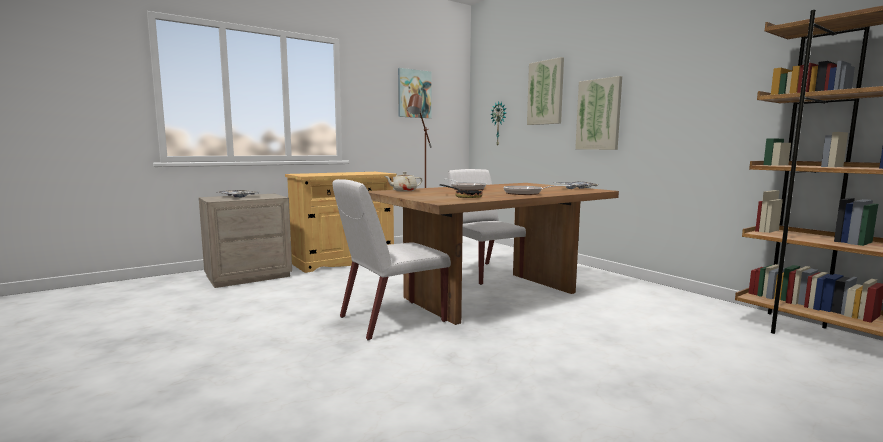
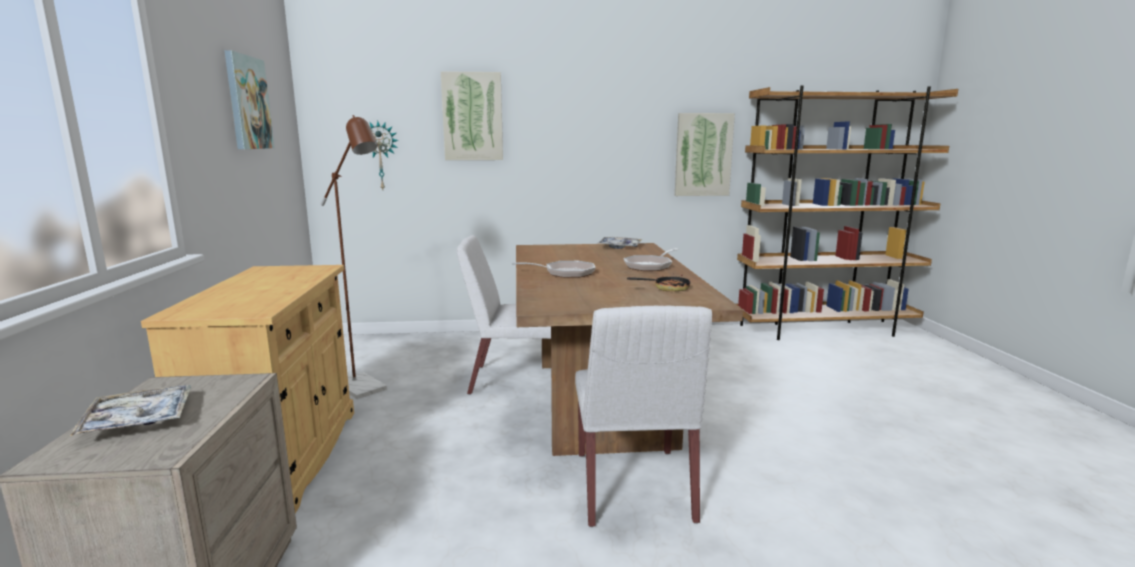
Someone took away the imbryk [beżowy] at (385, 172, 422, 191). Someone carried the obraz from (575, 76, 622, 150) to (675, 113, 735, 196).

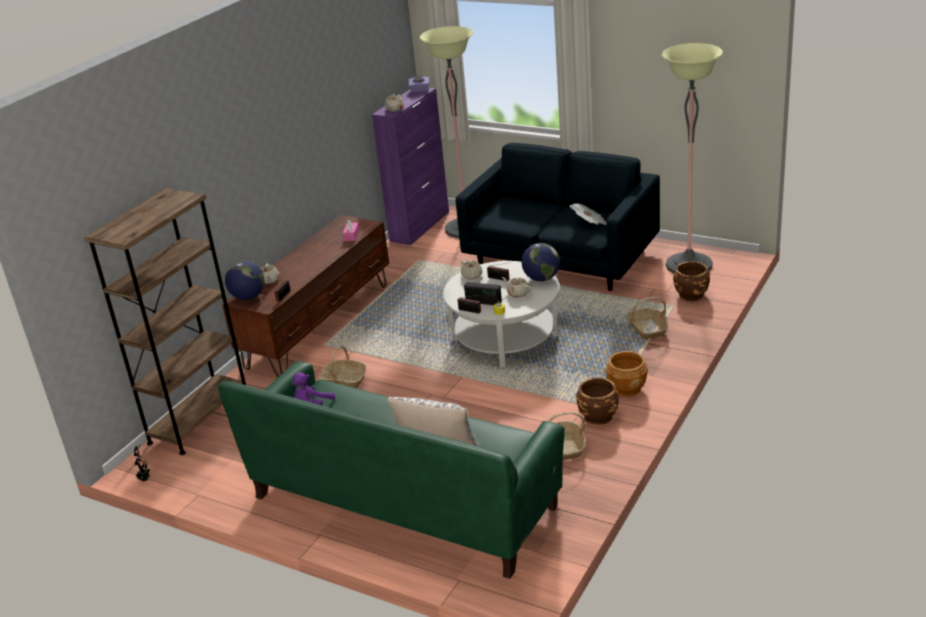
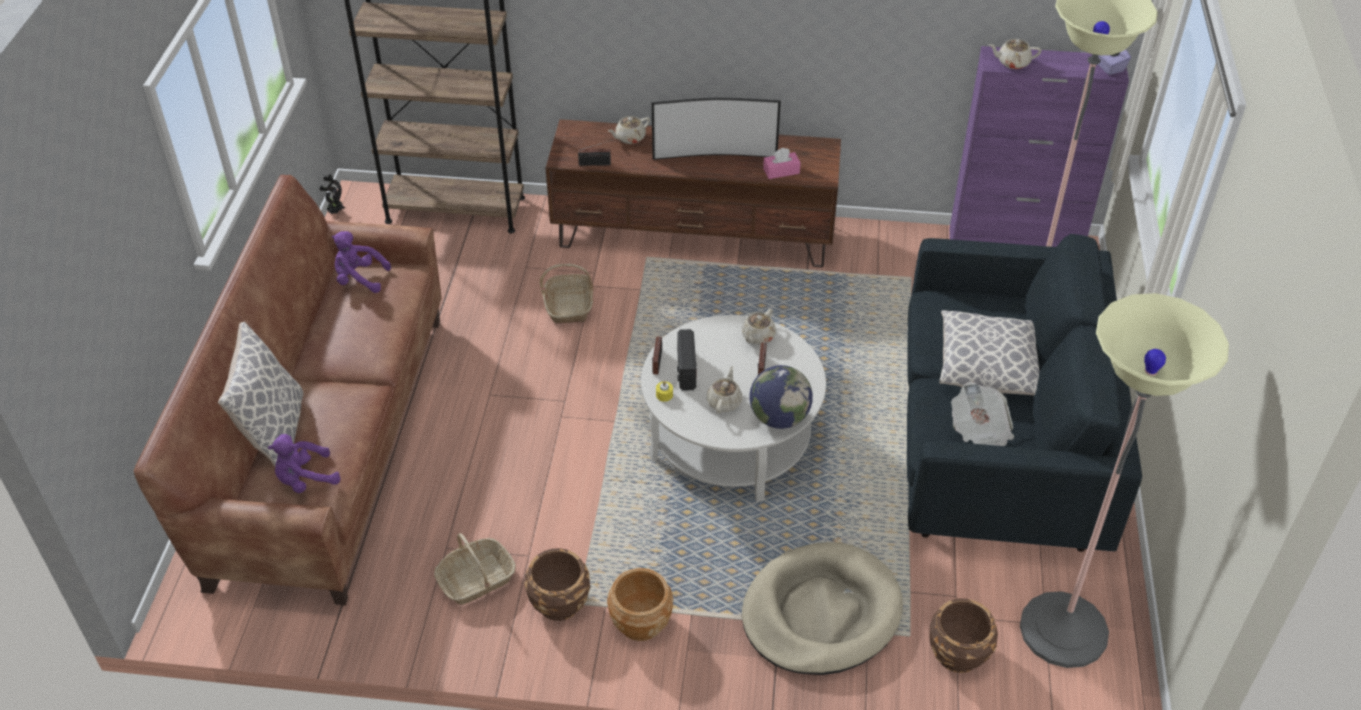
Someone took away the globus at (225, 261, 264, 300). Someone put down the pluszak [fioletowy] at (268, 434, 341, 493). Someone put down the telewizor at (652, 98, 781, 160). Someone put down the poduszka at (939, 310, 1040, 395). Someone swapped the koszyk at (627, 297, 668, 339) for the legowisko [beżowy] at (742, 542, 903, 675). Someone repainted the kanapa [zielony] at (218, 361, 565, 579), which became the kanapa [brązowy] at (134, 175, 442, 605).

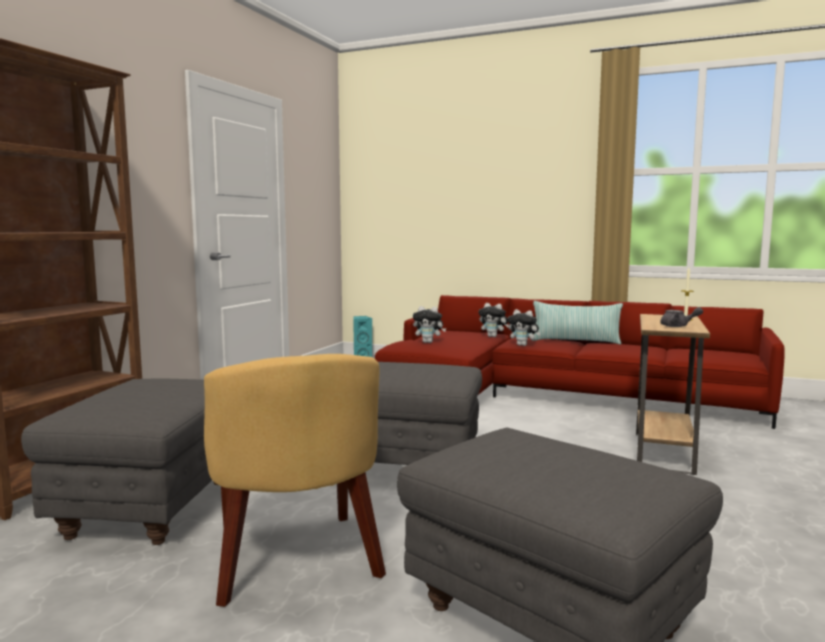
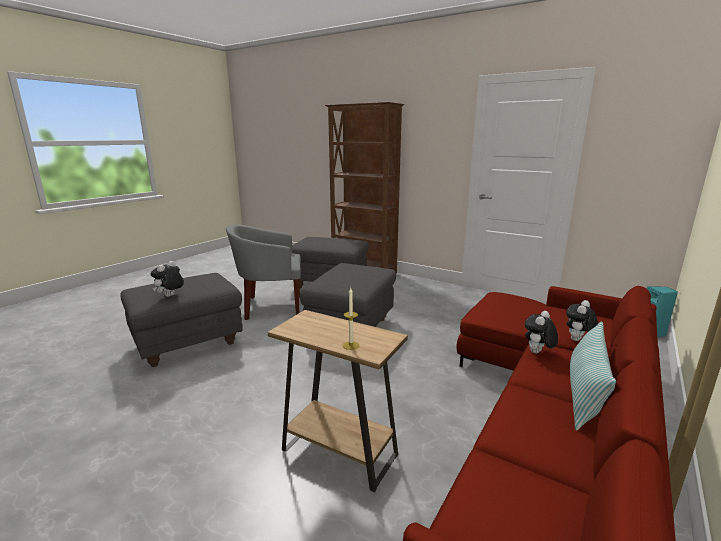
Someone took away the imbryk [szary] at (660, 307, 703, 327). Someone carried the pluszak from (413, 306, 446, 343) to (151, 261, 184, 297). Someone repainted the fotel [żółty] at (204, 354, 386, 607), which became the fotel [szary] at (226, 224, 301, 320).

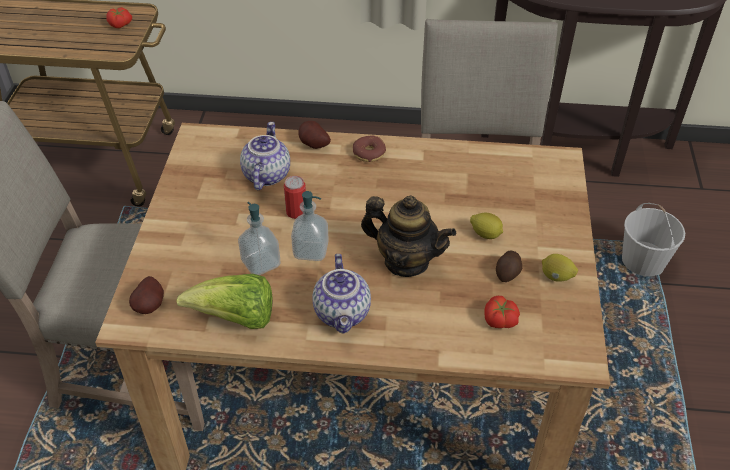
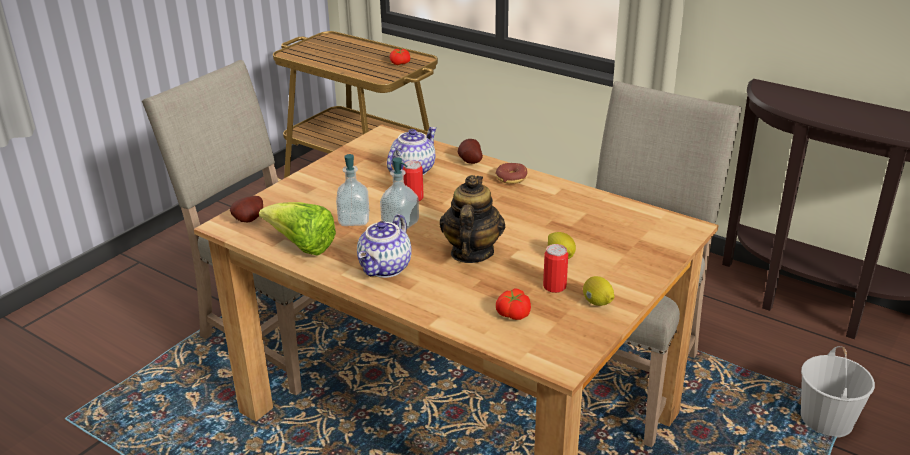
Someone swapped the ziemniak at (496, 250, 522, 282) for the puszka at (543, 244, 568, 293). Someone rotated the imbryk at (361, 195, 457, 277) by 135 degrees counterclockwise.

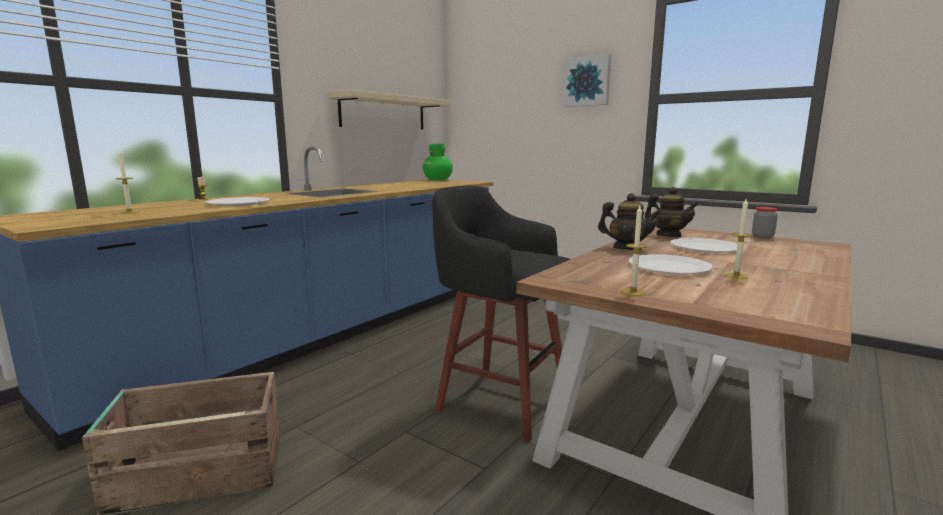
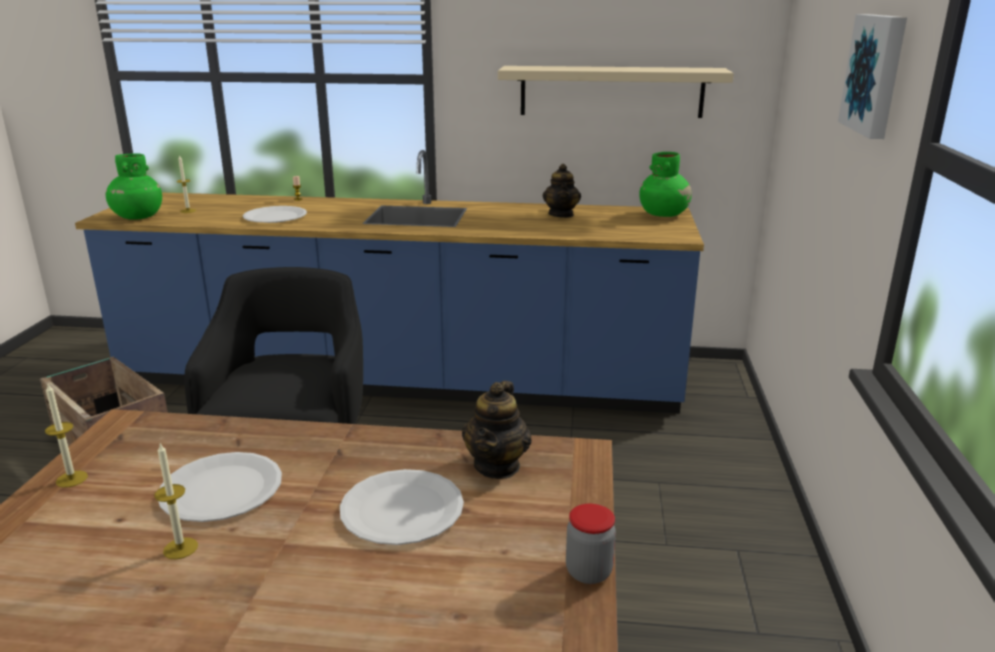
Someone put down the wazon [zielony] at (106, 153, 162, 219). Someone carried the imbryk from (598, 193, 662, 250) to (542, 164, 581, 218).

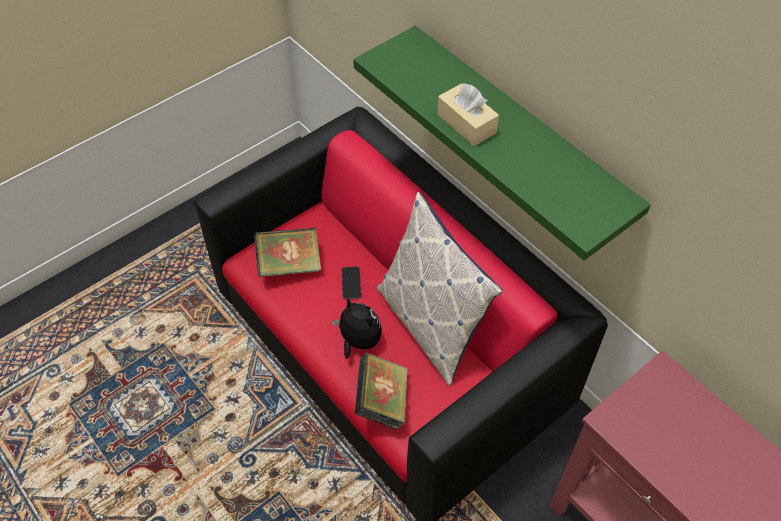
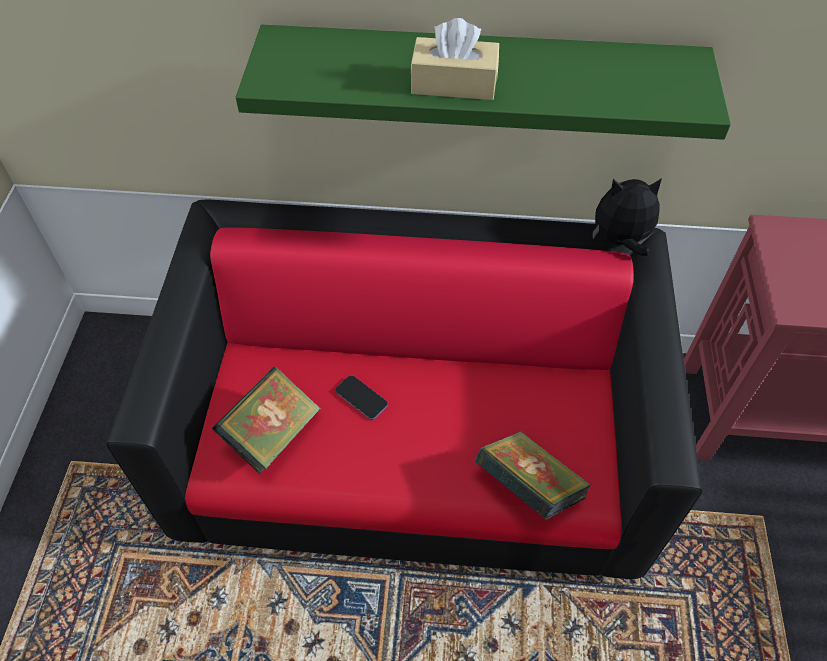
Someone took away the poduszka at (377, 192, 503, 386). Someone carried the pluszak from (332, 297, 382, 359) to (593, 178, 662, 256).

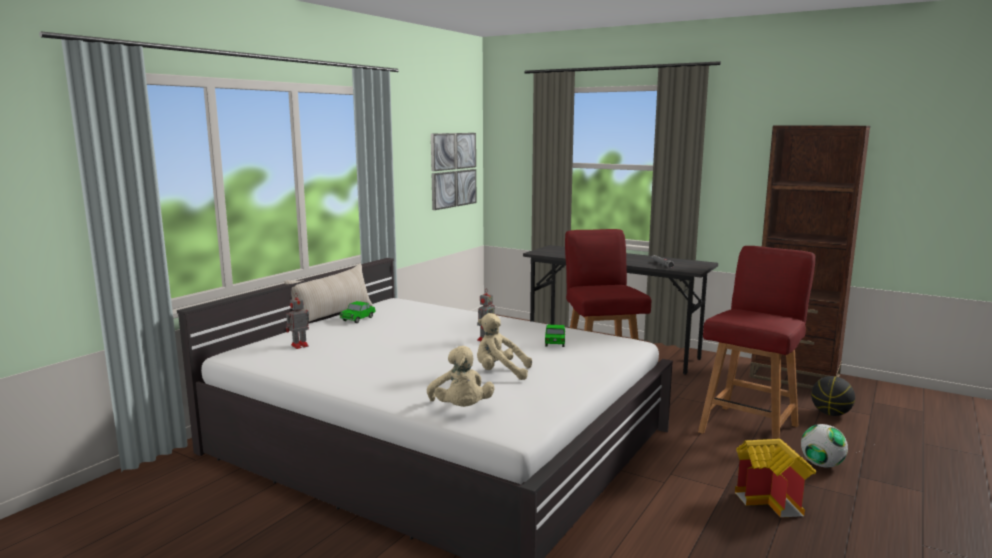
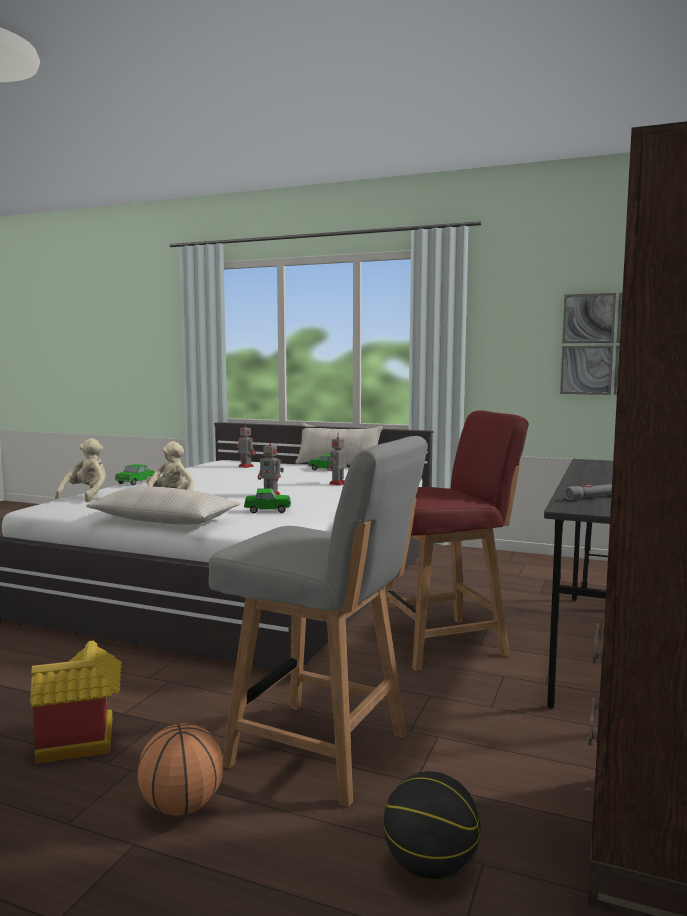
Someone put down the poduszka [beżowy] at (86, 486, 240, 524). Someone put down the samochodzik at (115, 464, 154, 485). Someone put down the robot zabawkowy at (327, 433, 347, 486). Someone swapped the piłka futbolowa at (801, 424, 848, 468) for the piłka do koszykówki at (137, 723, 223, 816). Someone repainted the krzesło [czerwony] at (698, 246, 815, 439), which became the krzesło [szary] at (209, 436, 428, 807). Someone rotated the pluszak [beżowy] at (427, 346, 495, 407) by 135 degrees clockwise.

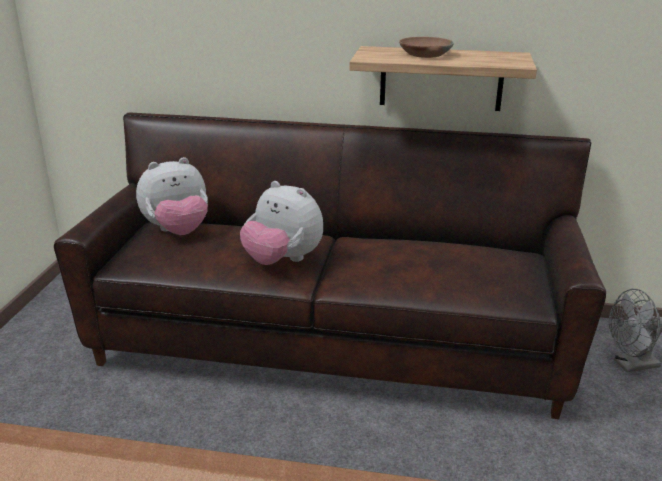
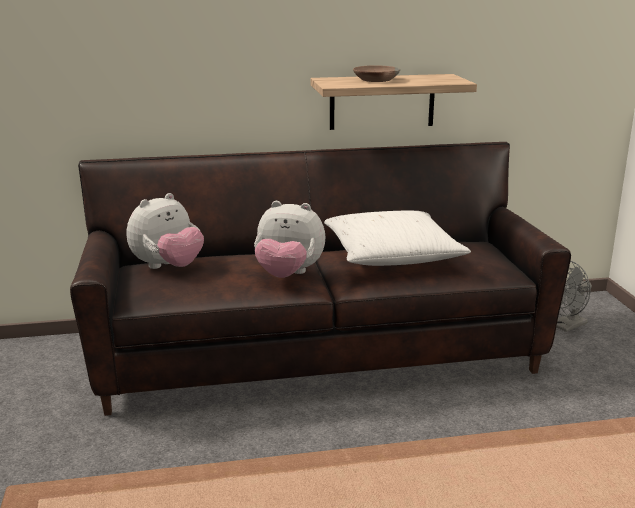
Someone put down the poduszka [biały] at (324, 211, 471, 266).

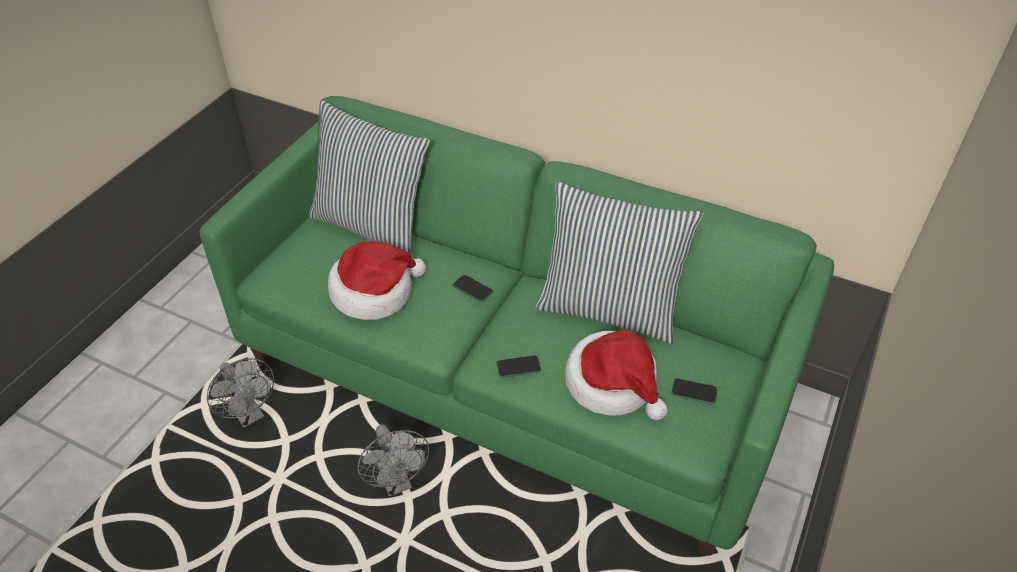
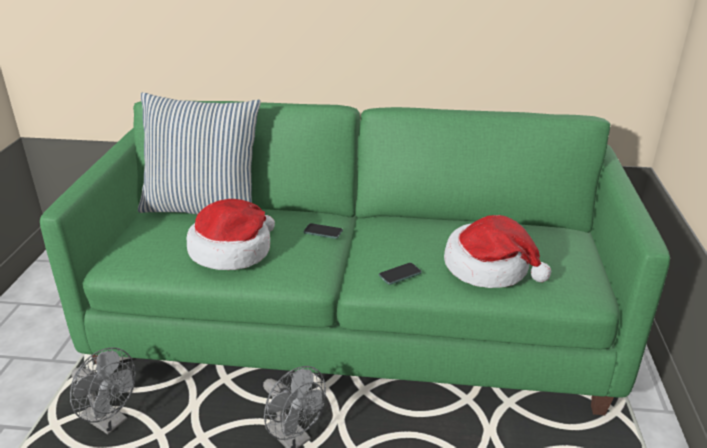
Someone took away the poduszka at (535, 182, 704, 344). Someone took away the telefon at (672, 378, 718, 404).

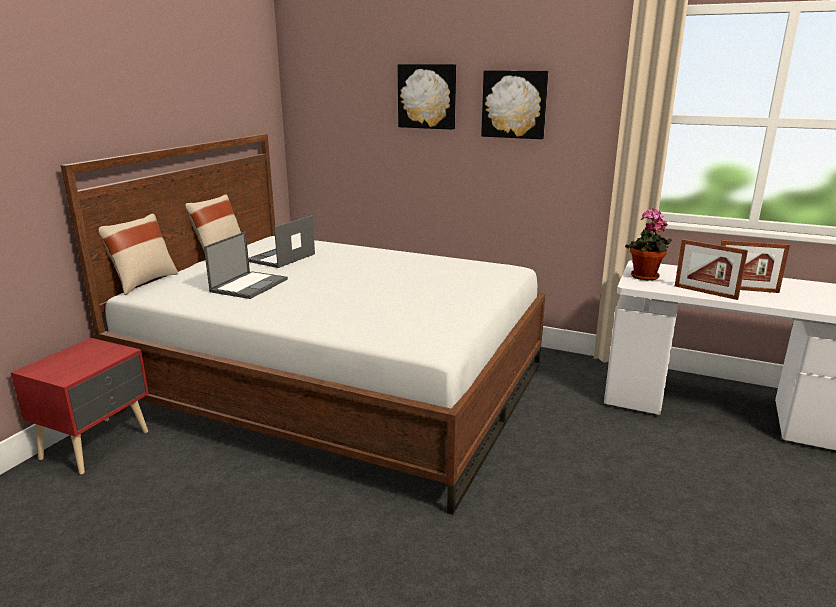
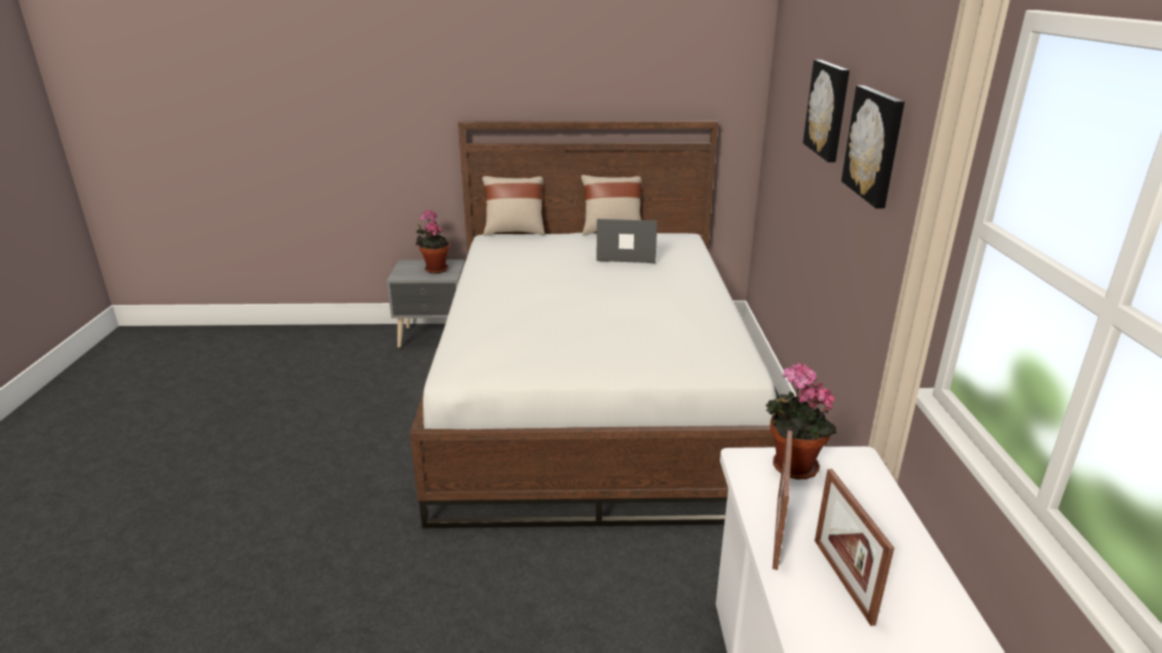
Someone took away the laptop at (204, 231, 288, 299). Someone put down the roślina doniczkowa at (416, 210, 449, 274). Someone repainted the szafka nocna [czerwony] at (11, 338, 149, 475), which became the szafka nocna [szary] at (387, 259, 465, 348).

